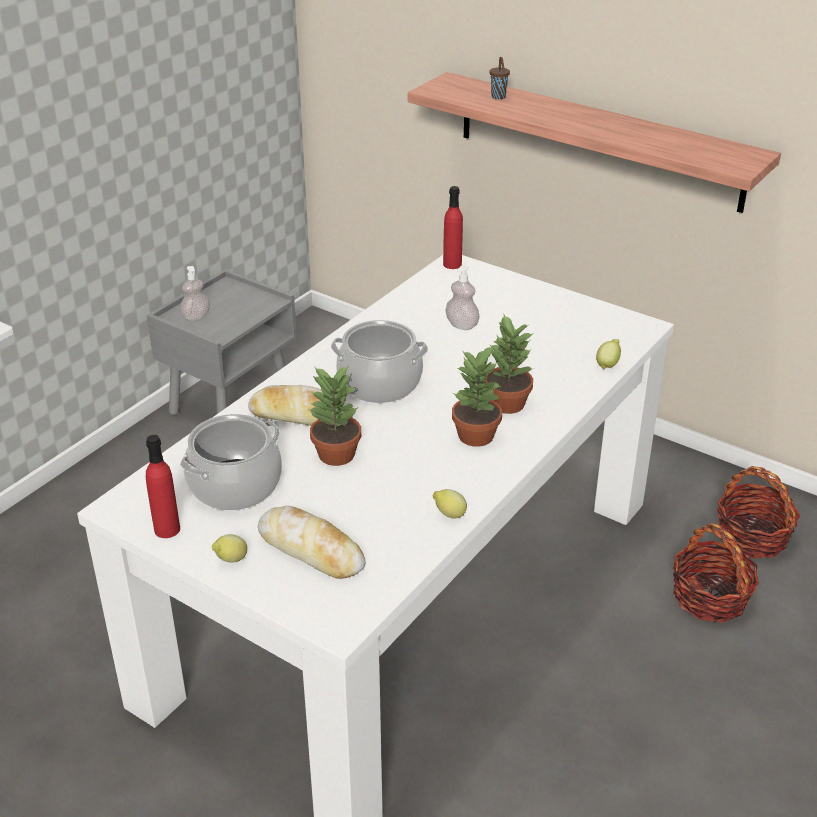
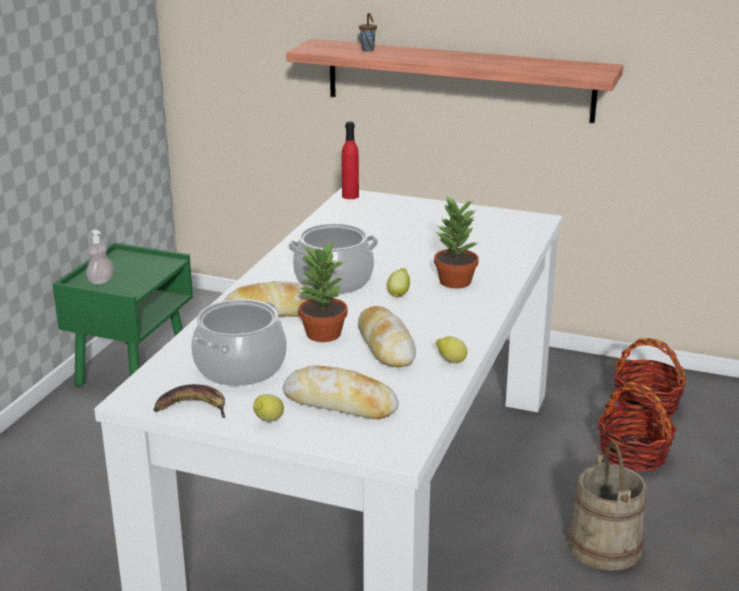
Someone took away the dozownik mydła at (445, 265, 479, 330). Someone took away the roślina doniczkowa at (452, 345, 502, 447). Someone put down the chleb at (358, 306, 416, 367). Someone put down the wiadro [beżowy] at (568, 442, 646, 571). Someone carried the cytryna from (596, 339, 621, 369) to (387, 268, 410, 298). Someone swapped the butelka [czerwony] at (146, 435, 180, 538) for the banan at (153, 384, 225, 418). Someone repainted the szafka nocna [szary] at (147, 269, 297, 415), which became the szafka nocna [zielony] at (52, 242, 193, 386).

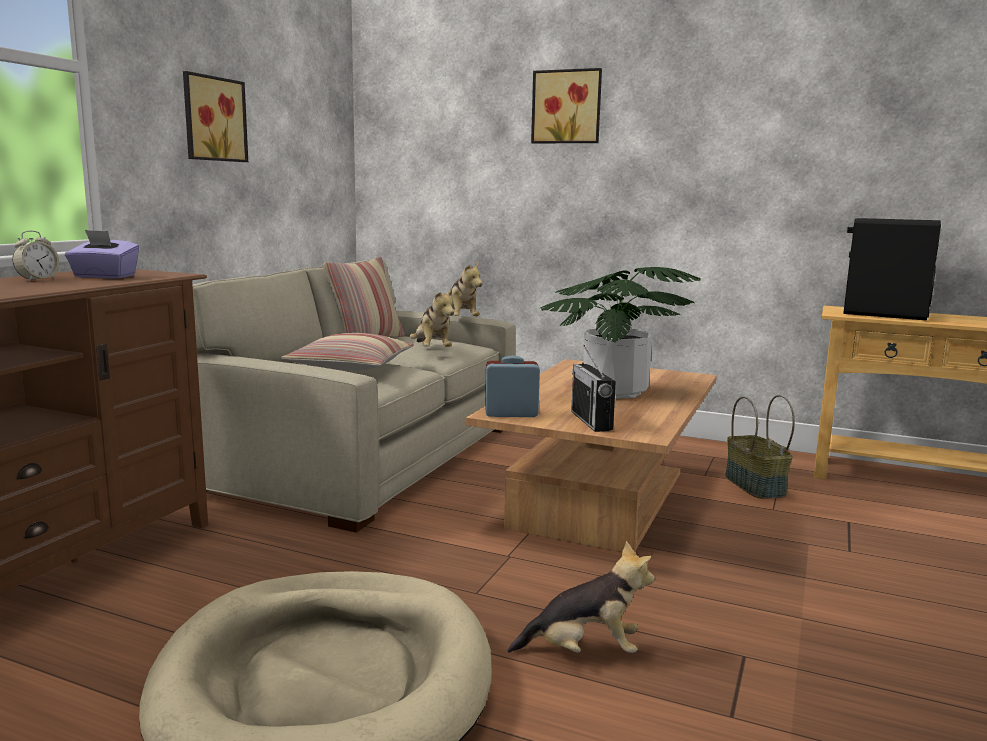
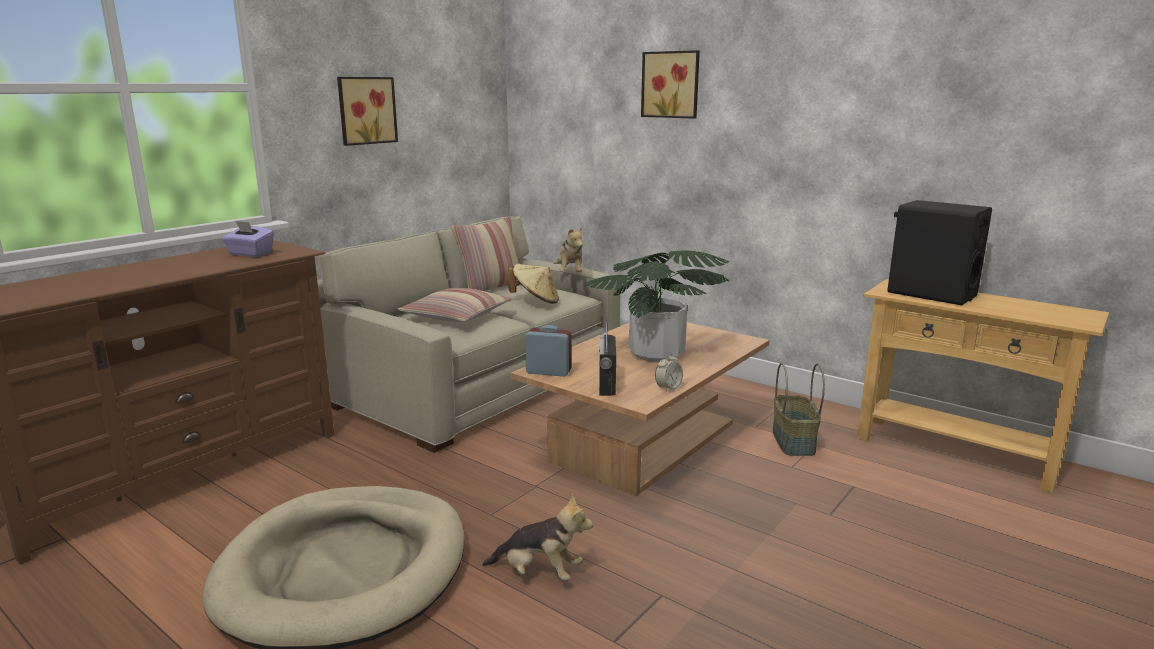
Someone carried the budzik from (12, 230, 59, 281) to (655, 352, 683, 392). Someone swapped the pluszak at (410, 289, 454, 347) for the kapelusz [beżowy] at (508, 264, 559, 304).

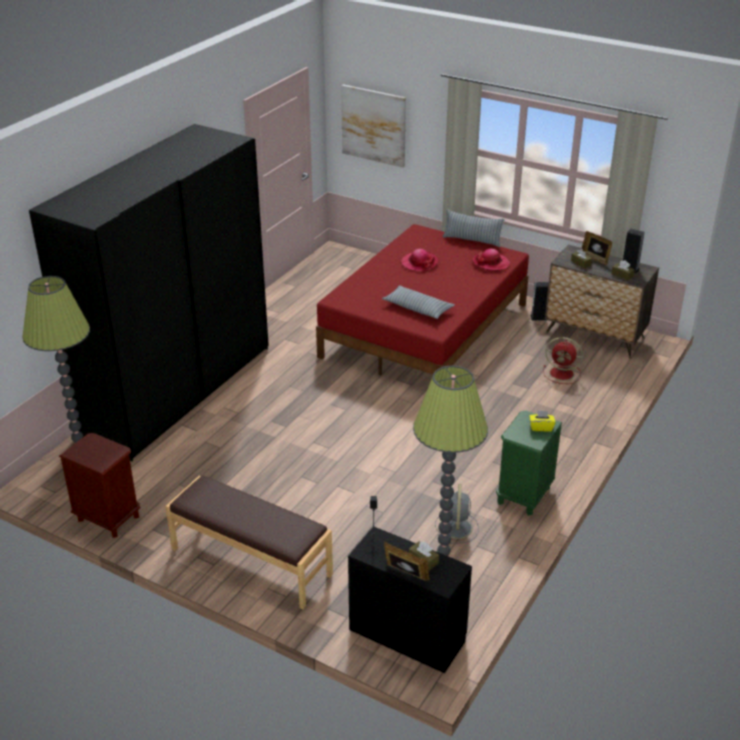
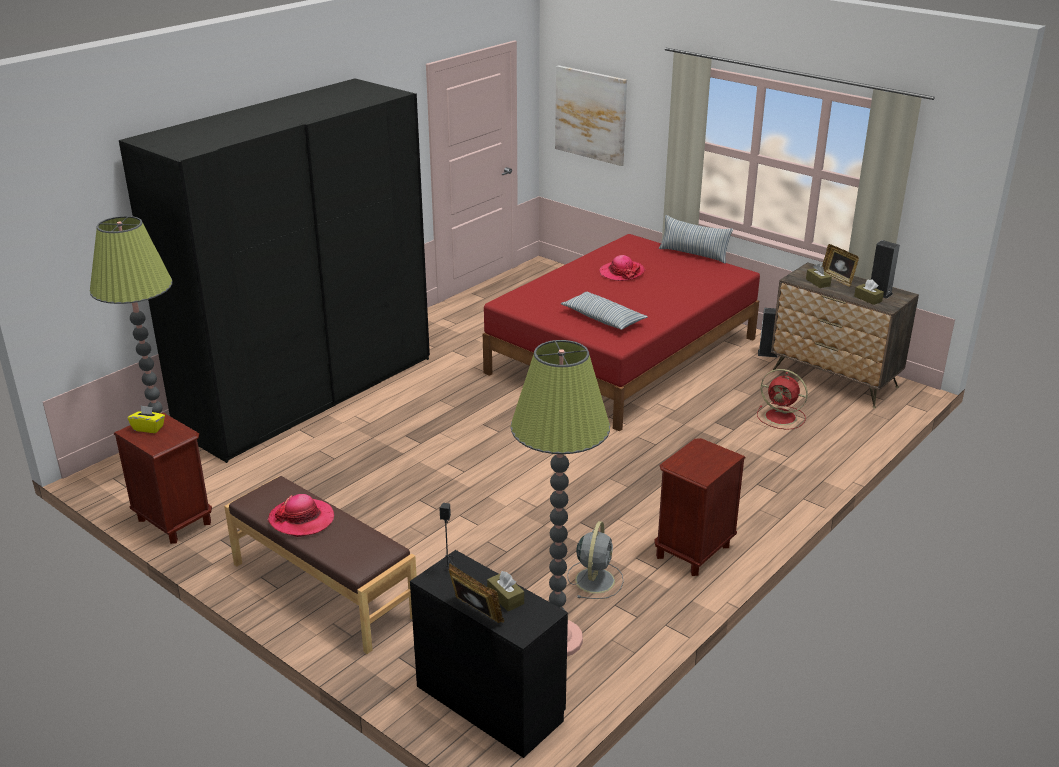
Someone carried the kapelusz from (473, 249, 510, 271) to (268, 494, 334, 537). Someone carried the pudełko chusteczek [żółty] from (529, 411, 556, 432) to (128, 405, 165, 433). Someone repainted the szafka nocna [zielony] at (496, 410, 562, 516), which became the szafka nocna [brązowy] at (654, 438, 746, 576).

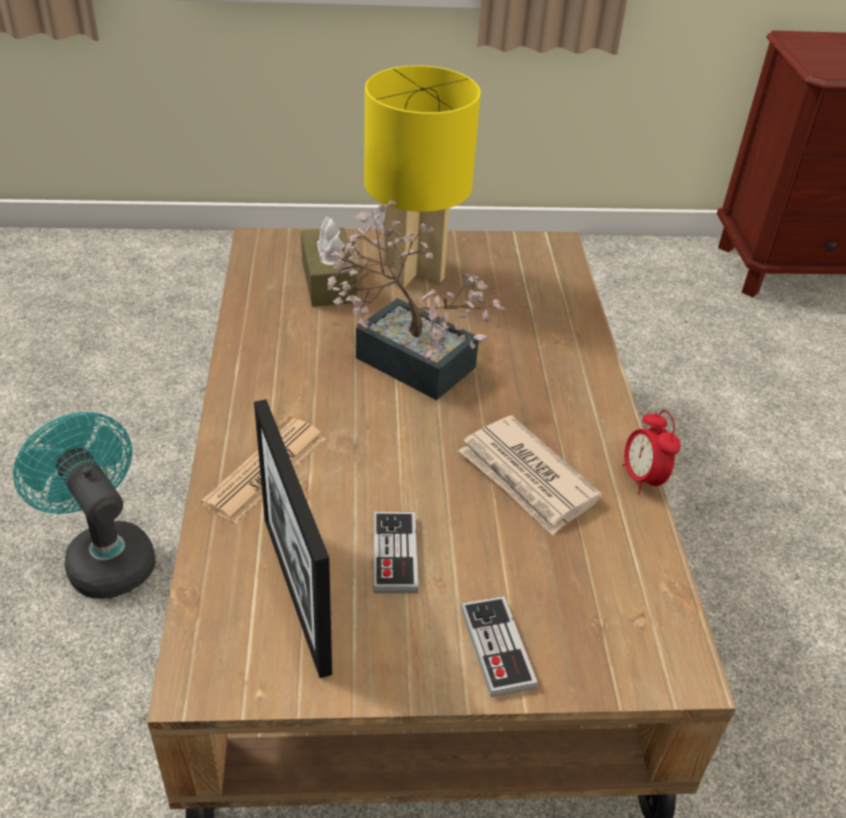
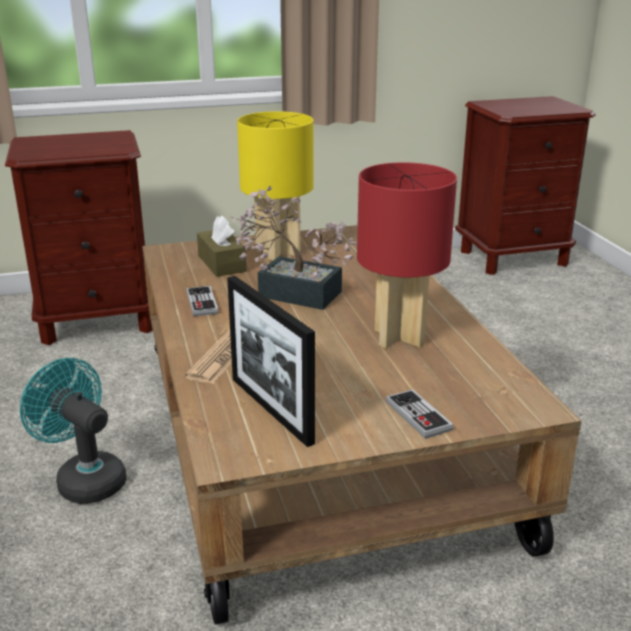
Someone took away the budzik at (622, 410, 681, 495). Someone put down the szafka nocna [brązowy] at (5, 130, 153, 345). Someone carried the pad do gier from (373, 512, 418, 593) to (186, 286, 219, 317). Someone swapped the gazeta at (458, 415, 602, 535) for the lampa stołowa [czerwony] at (357, 162, 457, 348).

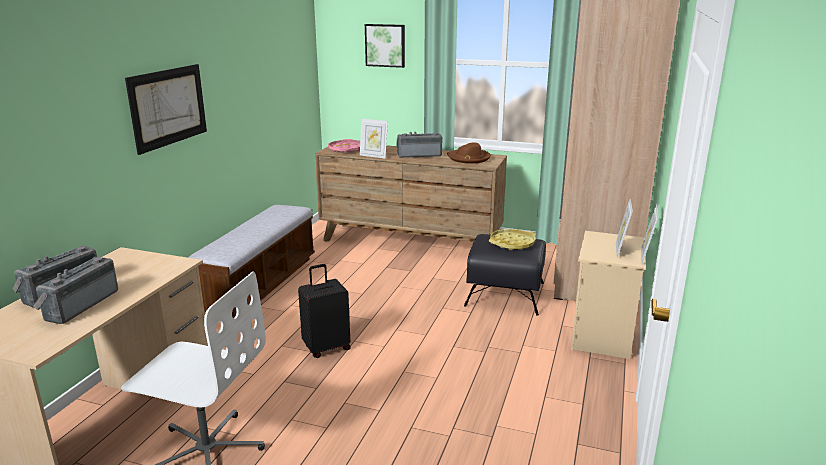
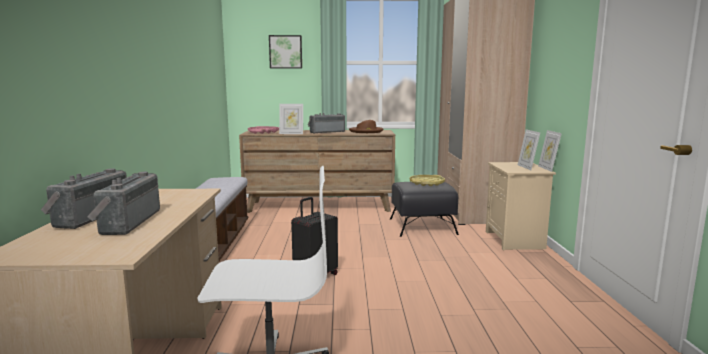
Someone took away the obraz at (125, 64, 207, 155).

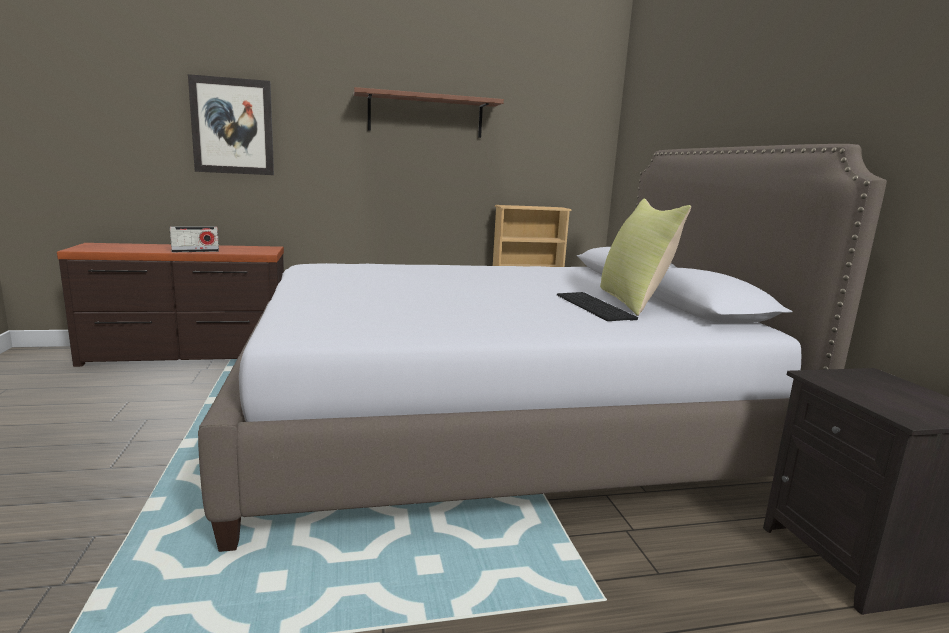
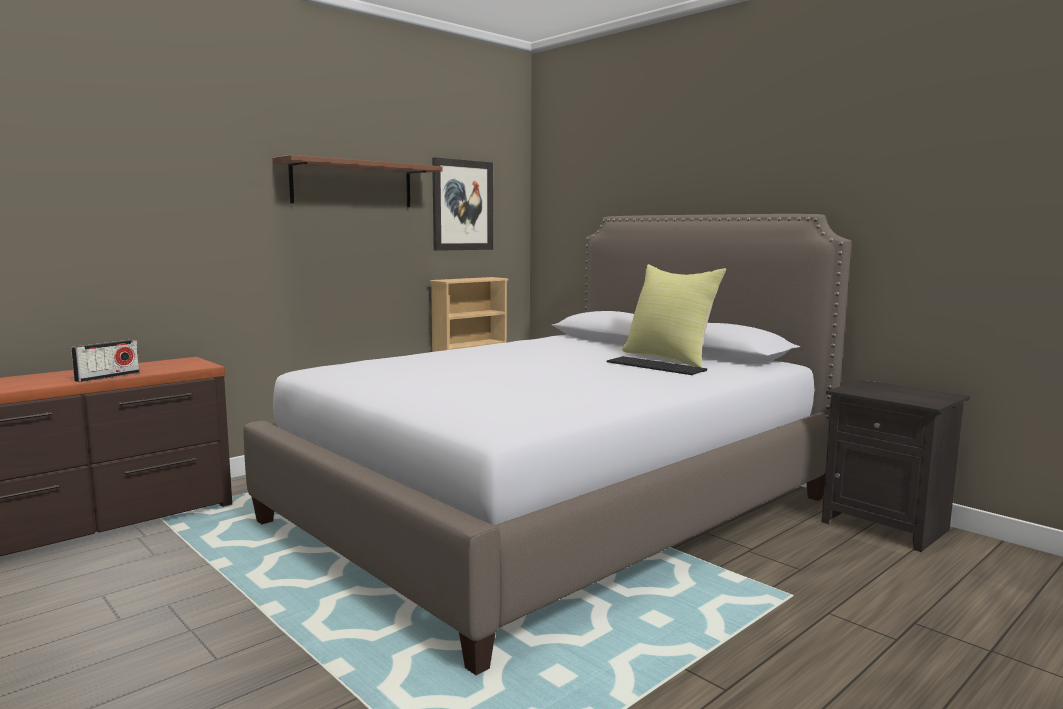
Someone carried the obraz from (188, 74, 274, 175) to (432, 157, 493, 251).

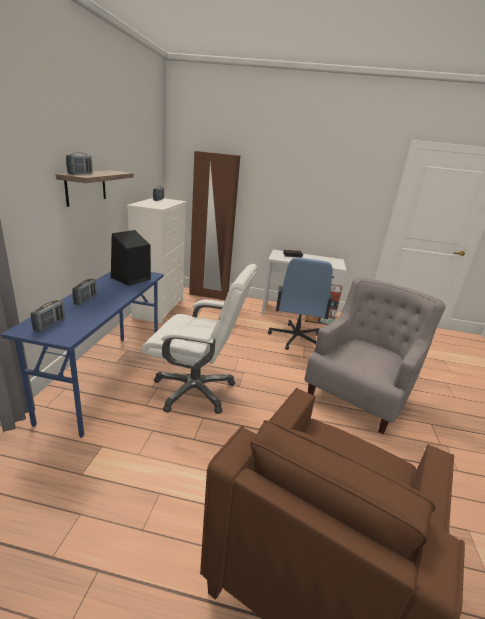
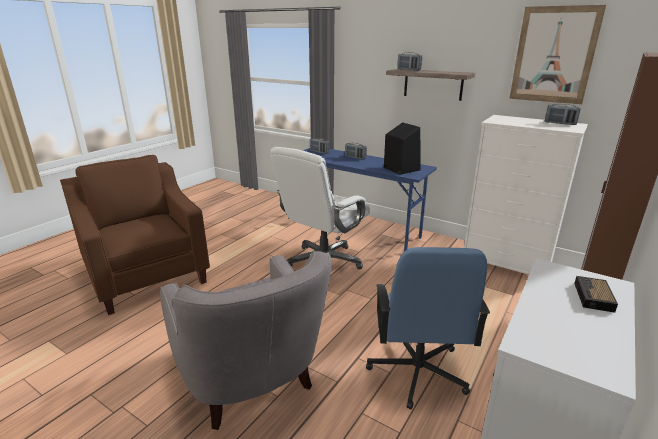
Someone put up the obraz at (509, 5, 606, 104). Someone rotated the krzesło biurowe [niebieski] at (268, 257, 333, 350) by 120 degrees counterclockwise.

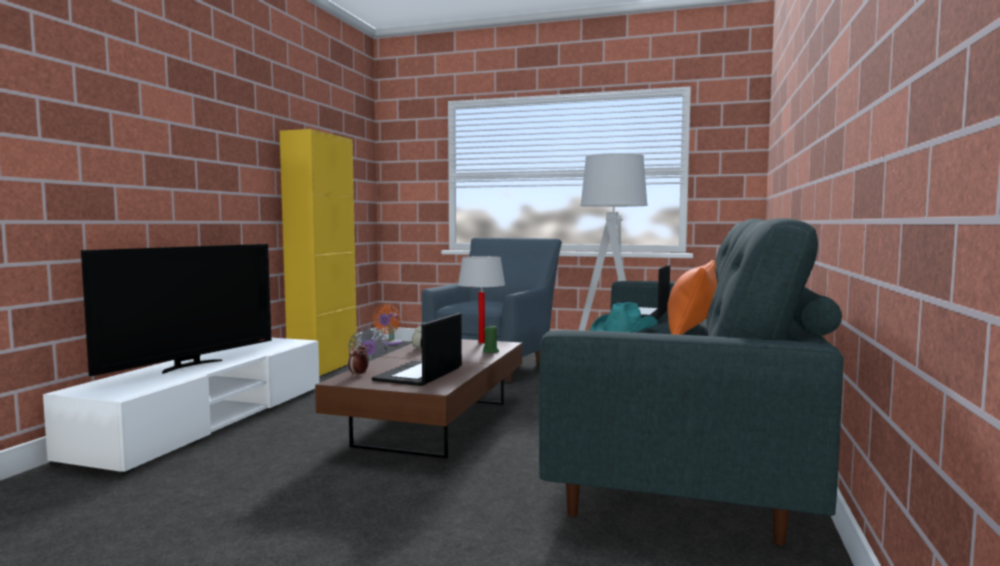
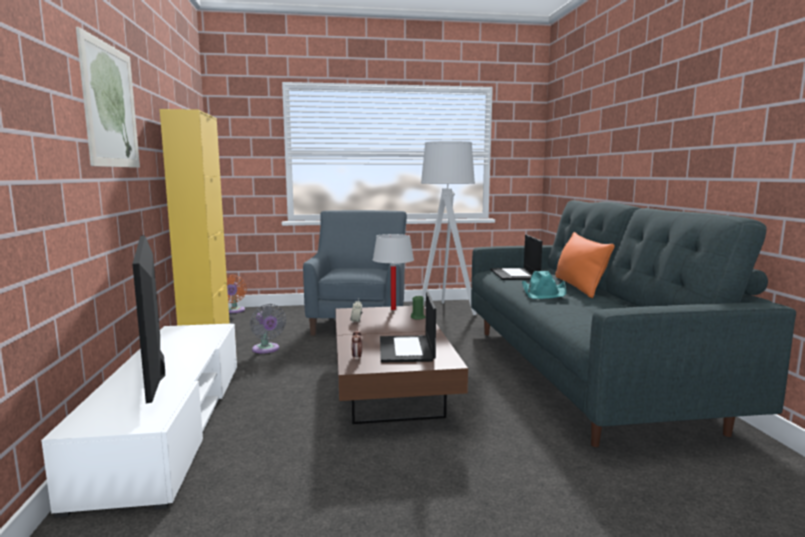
Someone put up the obraz at (76, 27, 140, 168). Someone rotated the telewizor at (81, 244, 271, 376) by 150 degrees clockwise.

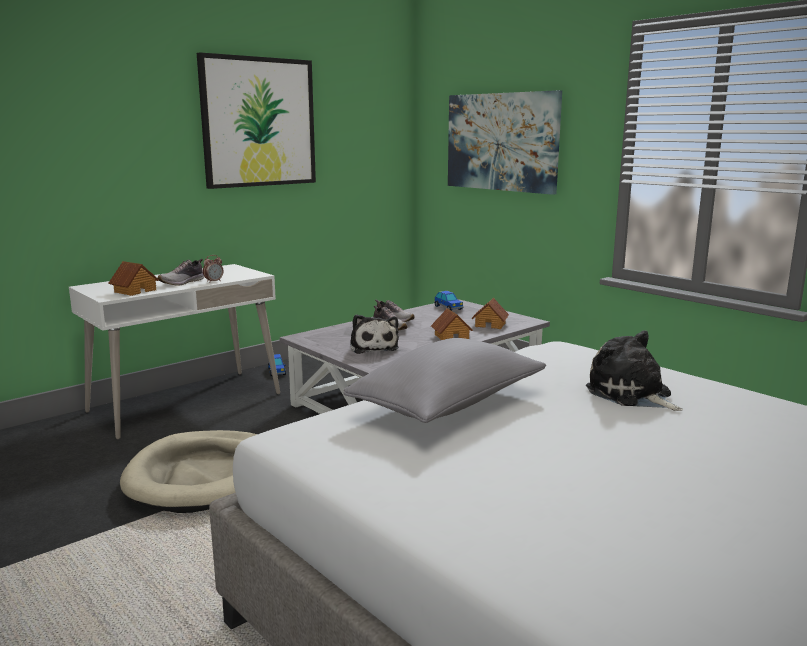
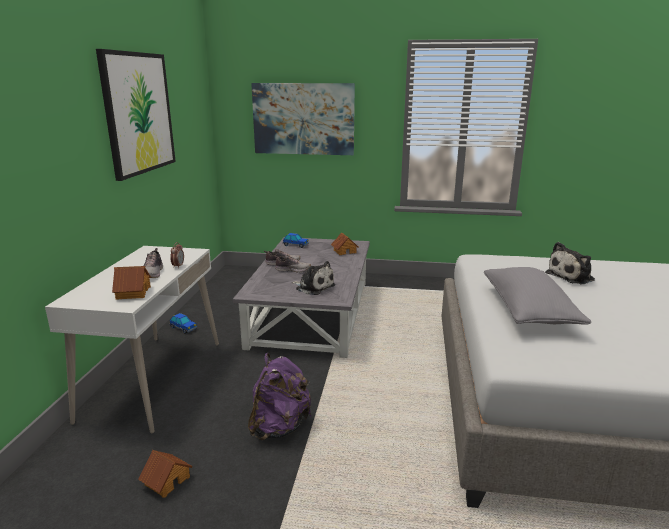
Someone carried the domek from (431, 308, 473, 340) to (138, 450, 193, 498). Someone swapped the legowisko [beżowy] at (120, 430, 257, 513) for the plecak [fioletowy] at (248, 353, 312, 440). Someone rotated the pluszak at (586, 330, 683, 411) by 45 degrees counterclockwise.

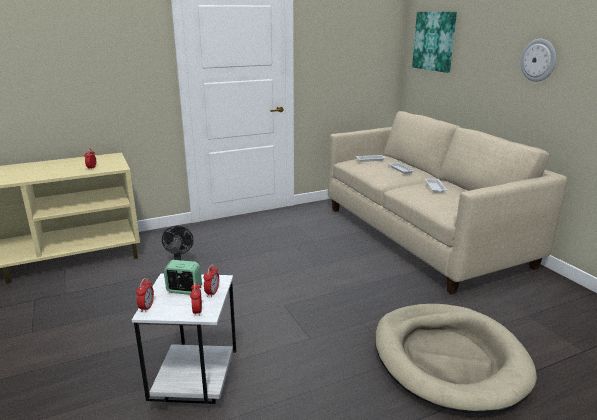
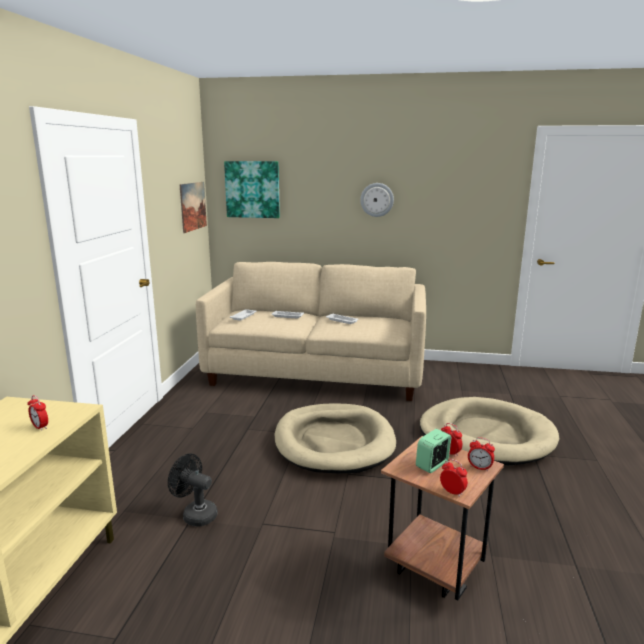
Someone put up the obraz at (180, 182, 207, 233). Someone put down the legowisko [beżowy] at (275, 403, 396, 473). Someone repainted the stolik [biały] at (132, 273, 236, 404), which became the stolik [brązowy] at (381, 436, 504, 601).

